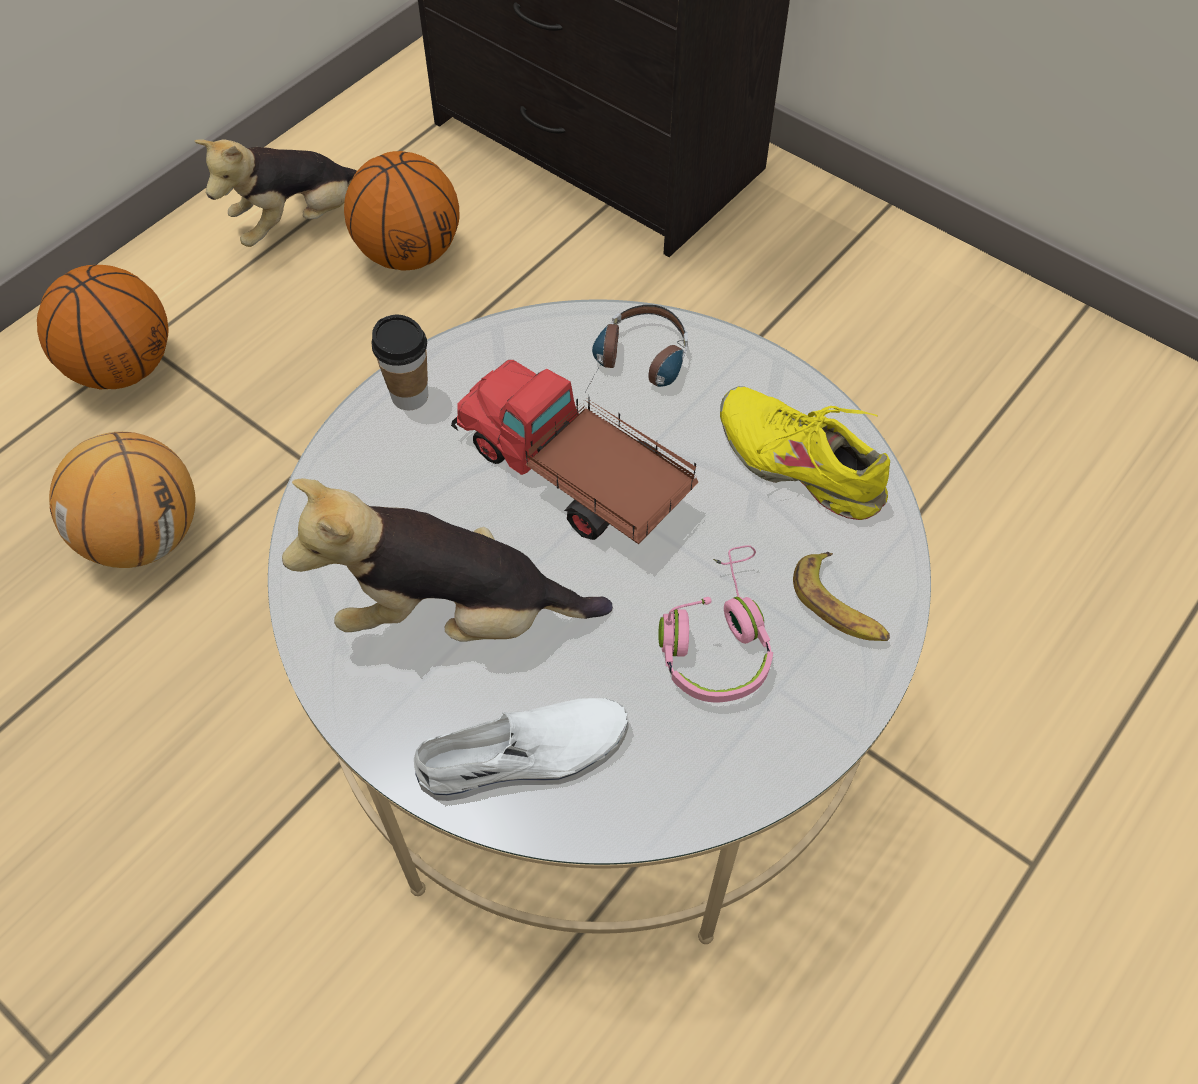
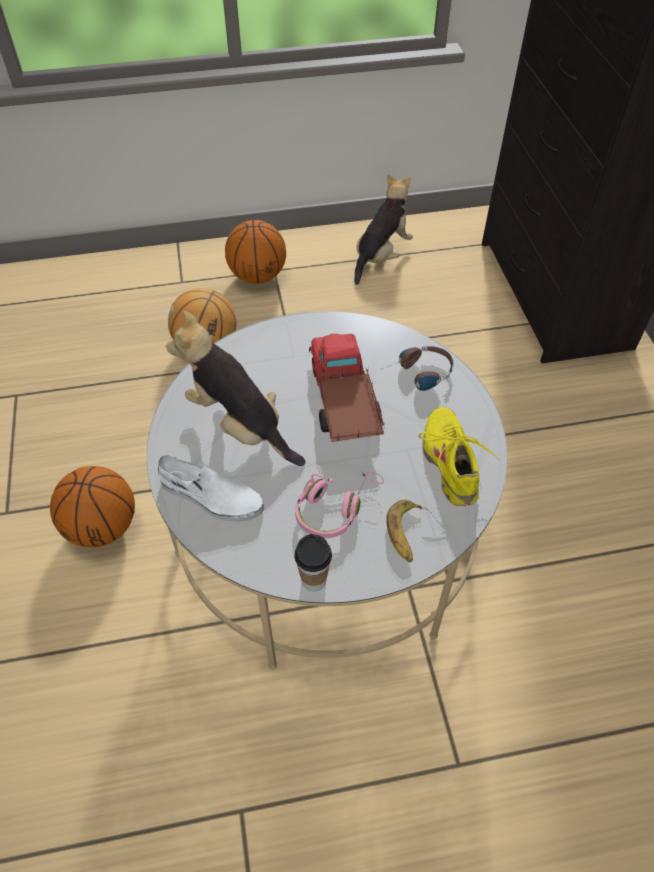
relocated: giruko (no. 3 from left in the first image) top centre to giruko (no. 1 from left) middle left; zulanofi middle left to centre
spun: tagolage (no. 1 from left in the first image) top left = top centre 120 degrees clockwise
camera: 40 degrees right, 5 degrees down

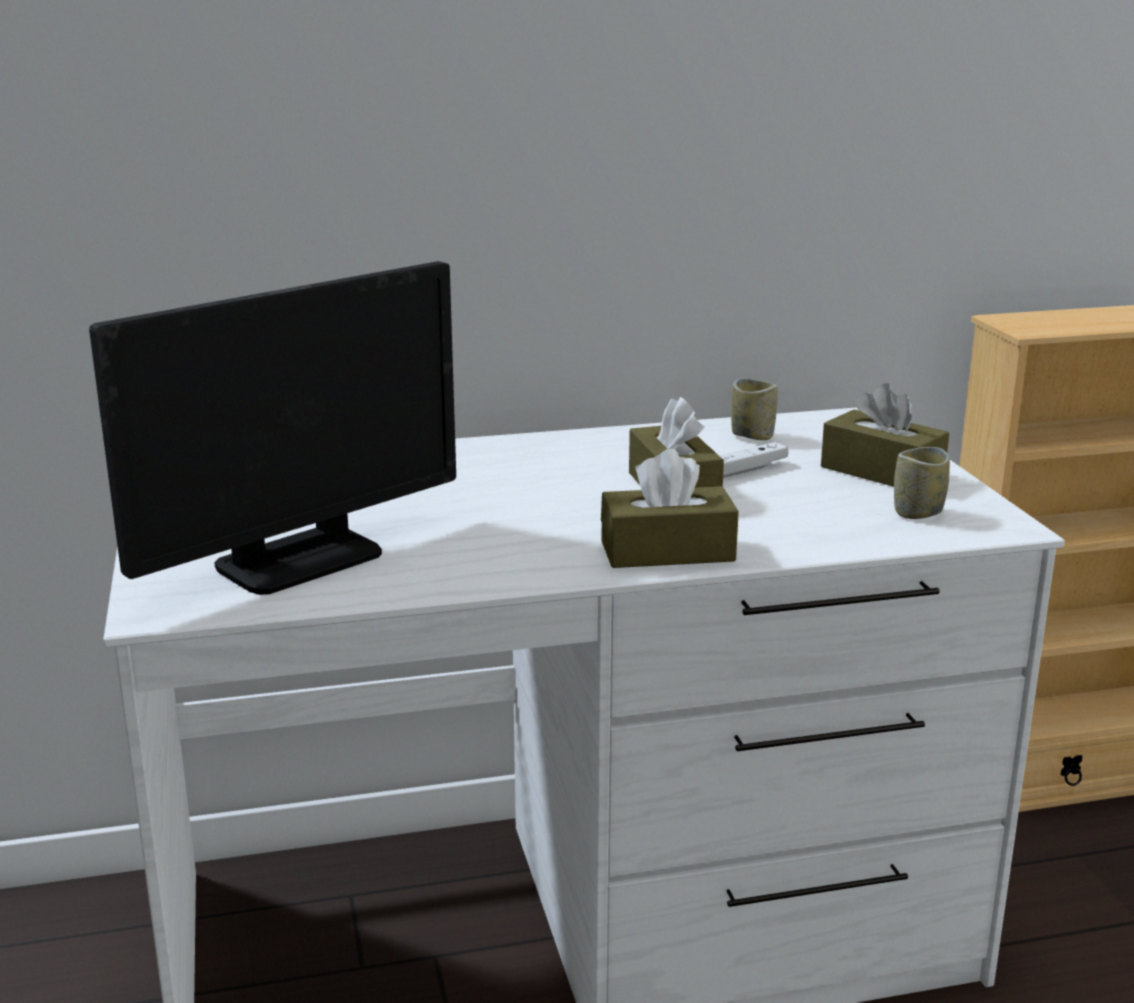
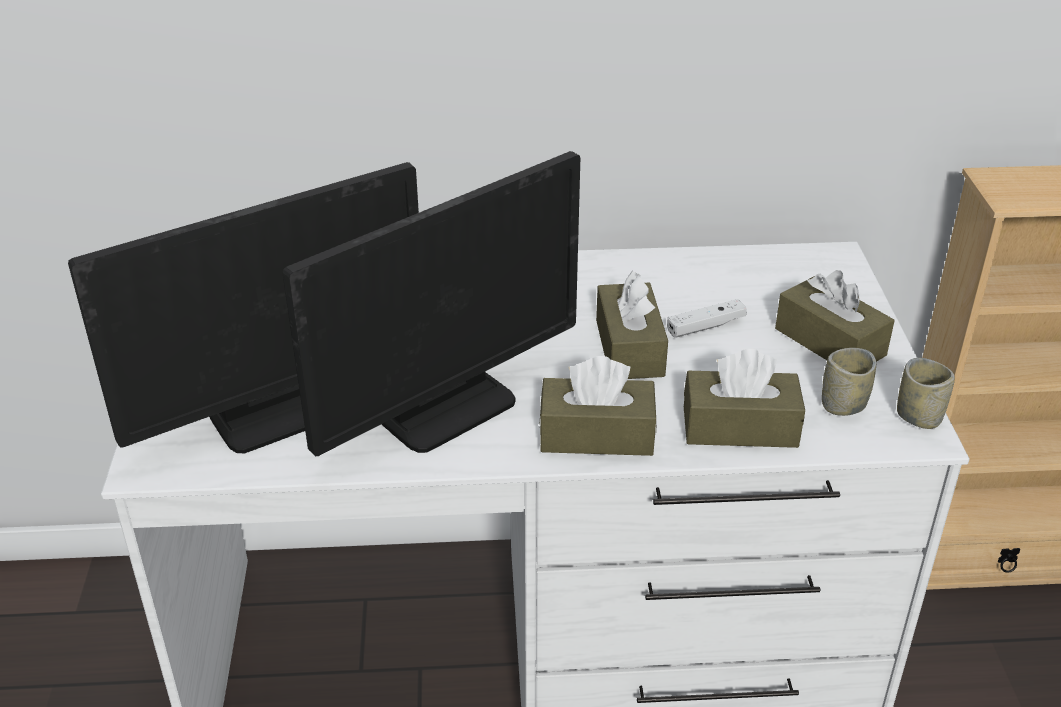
appeared: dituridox (no. 2 from left) centre; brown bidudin (no. 3 from left) middle right
relocated: zulanofi (no. 1 from left in the first image) centre to zulanofi (no. 2 from left) middle right
camera: 10 degrees right, 15 degrees up

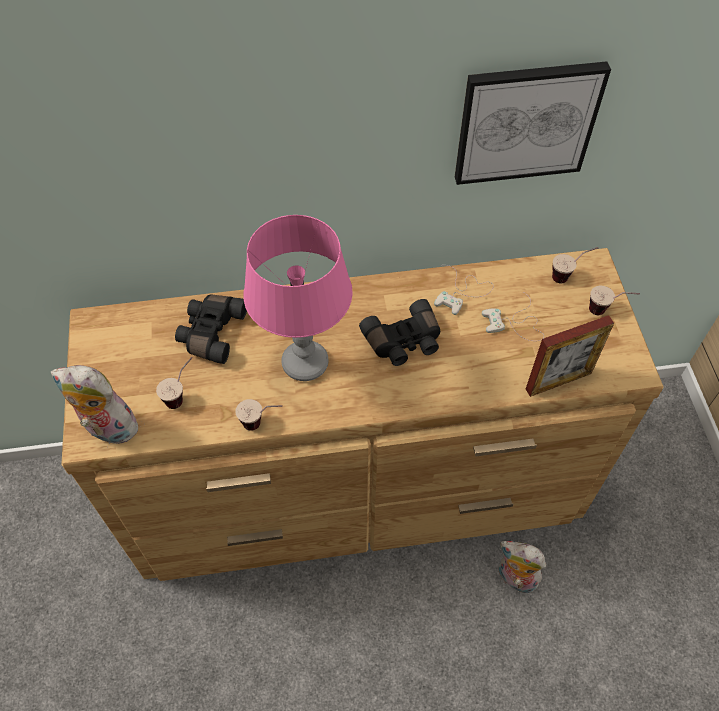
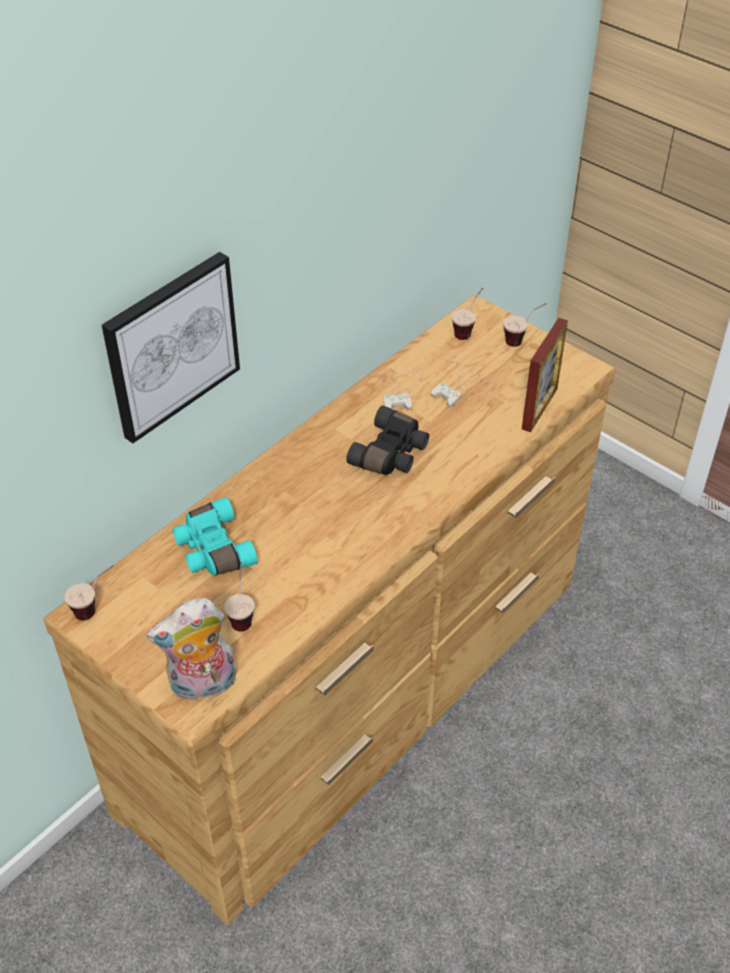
missing: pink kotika centre; tagolage (no. 2 from left) bottom right
relocated: zulanofi (no. 2 from left in the first image) centre to zulanofi (no. 1 from left) middle left; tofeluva top right to middle left
colour: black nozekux (no. 1 from left) middle left to turquoise nozekux middle left
camera: 40 degrees left, 10 degrees down

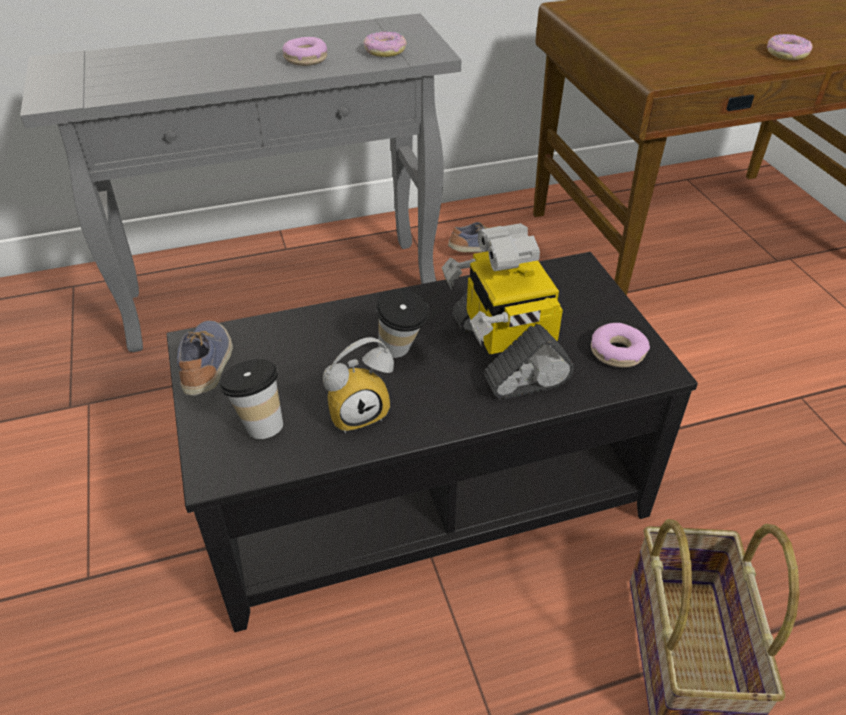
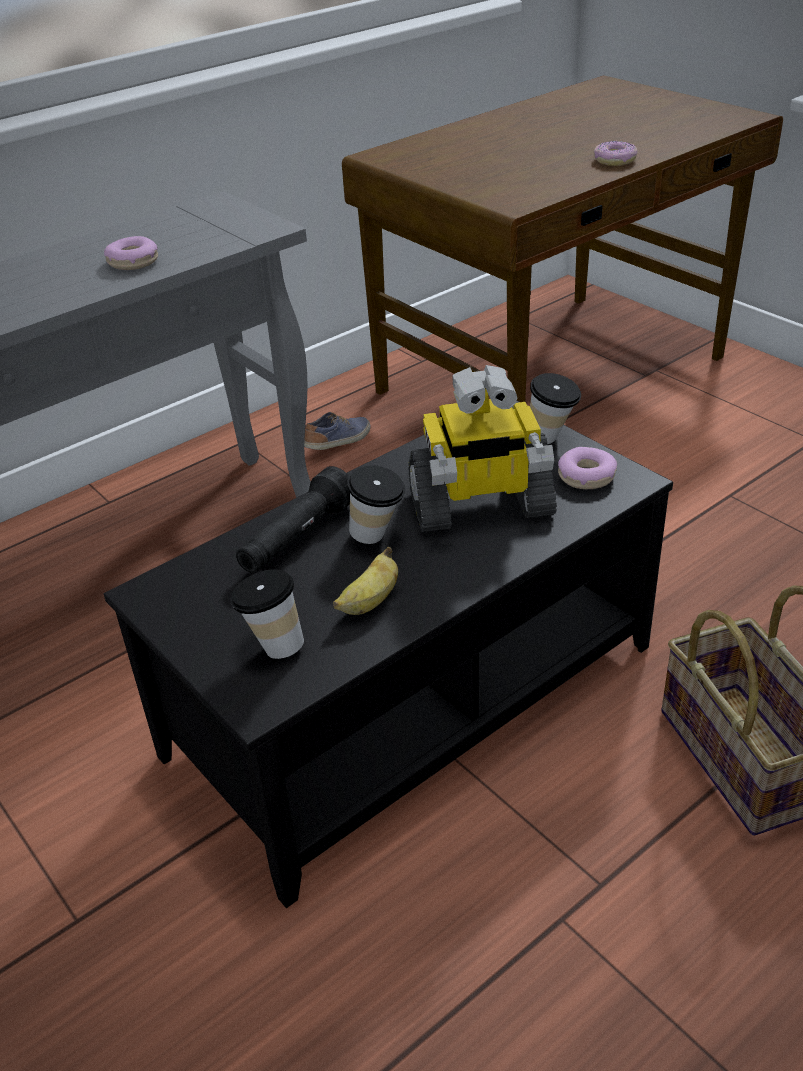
missing: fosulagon (no. 1 from left) middle left; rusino (no. 2 from left) top centre
appeared: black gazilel centre; zulanofi (no. 3 from left) middle right
exchanged: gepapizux centre to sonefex centre
spun: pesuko centre = centre 60 degrees counterclockwise
camera: 20 degrees left, 5 degrees down

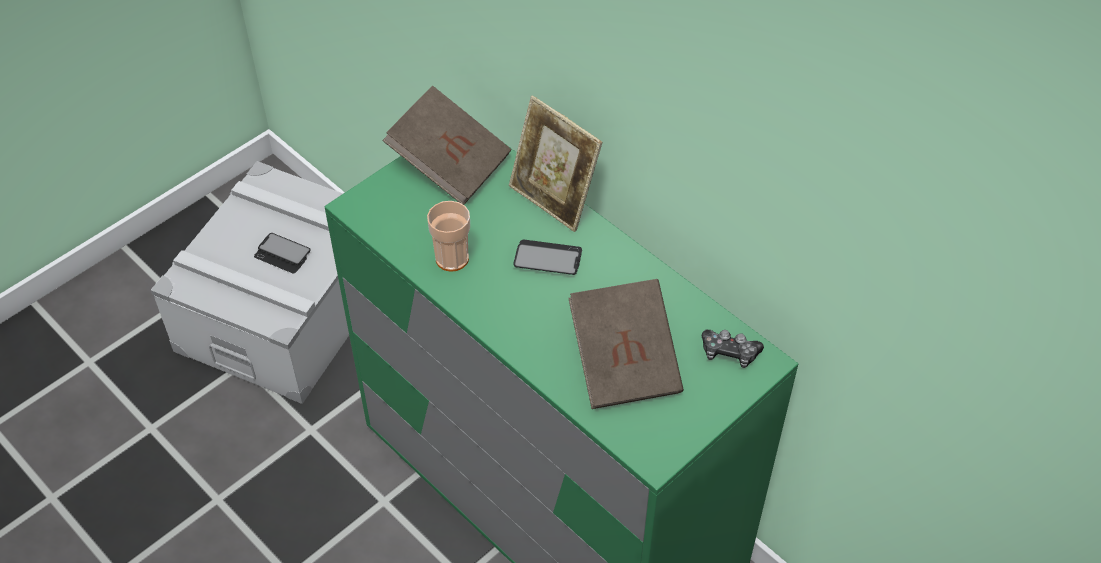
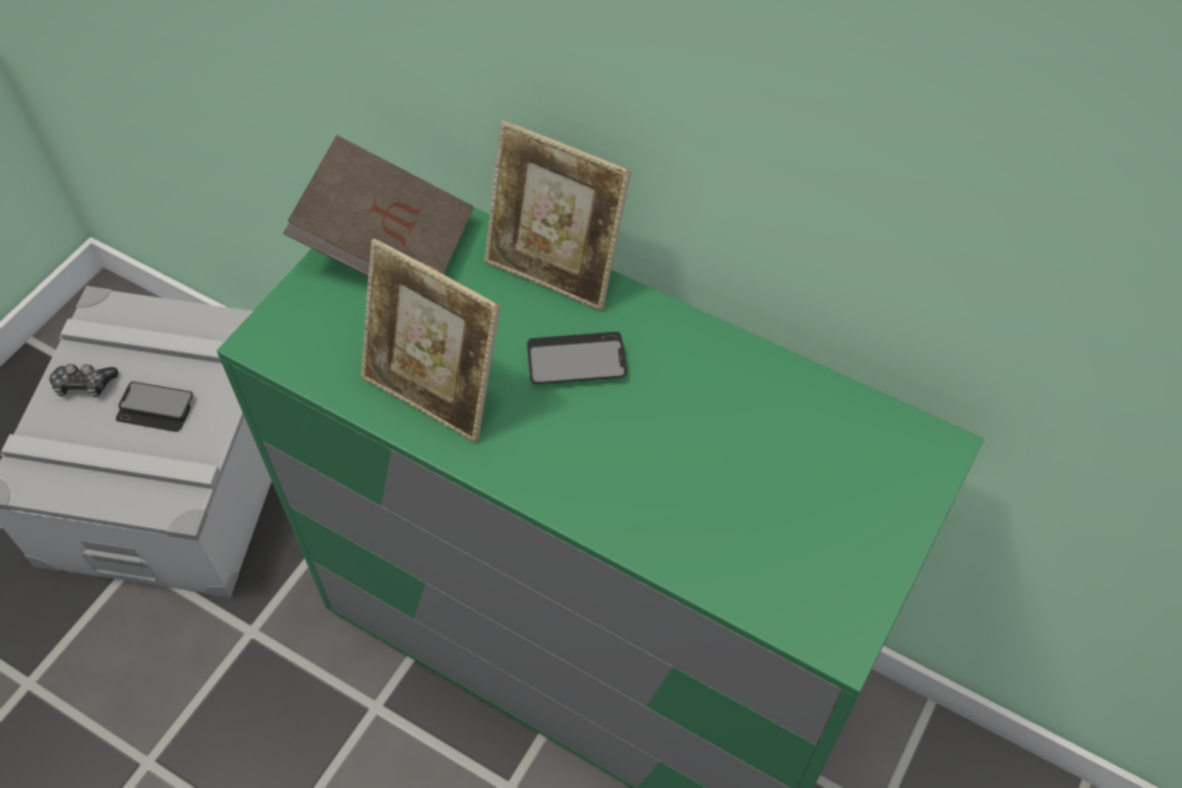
missing: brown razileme (no. 2 from left) centre
relocated: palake centre to middle left
exchanged: zulanofi centre to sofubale (no. 1 from left) centre
camera: 15 degrees left, 5 degrees up

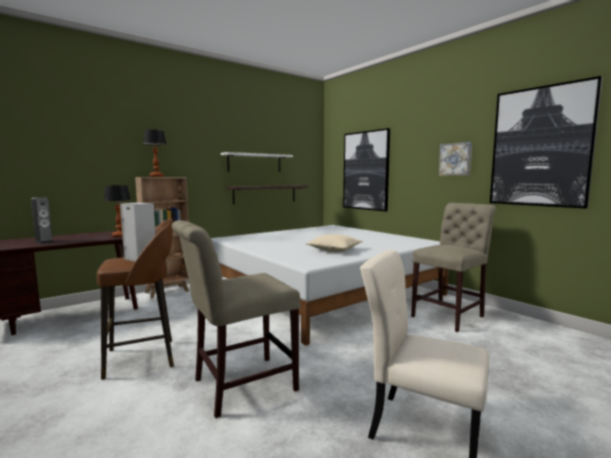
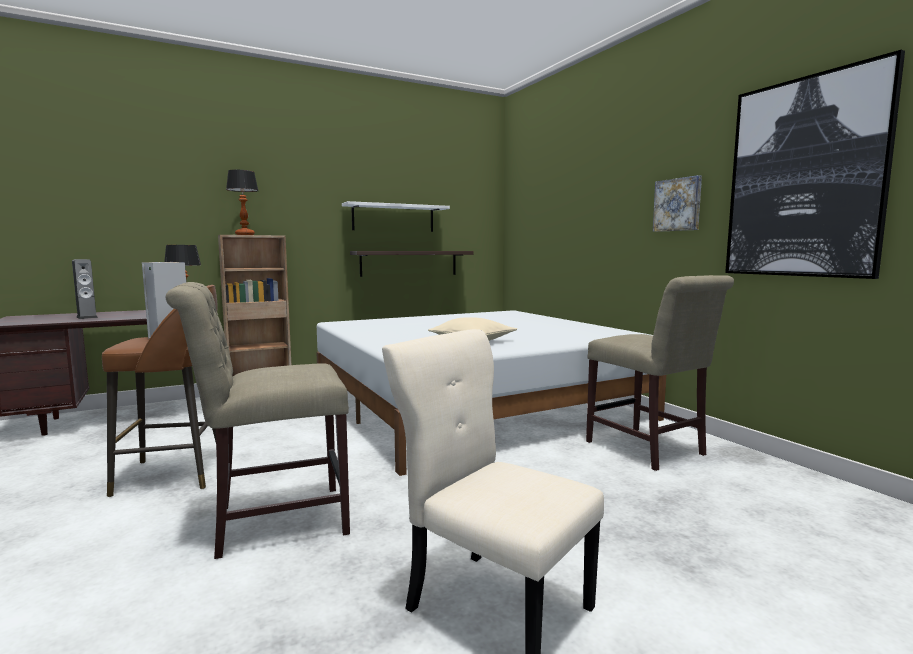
missing: tofeluva (no. 1 from left) centre
spun: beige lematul (no. 3 from left) middle right = middle right 90 degrees clockwise
camera: 10 degrees right, 0 degrees up

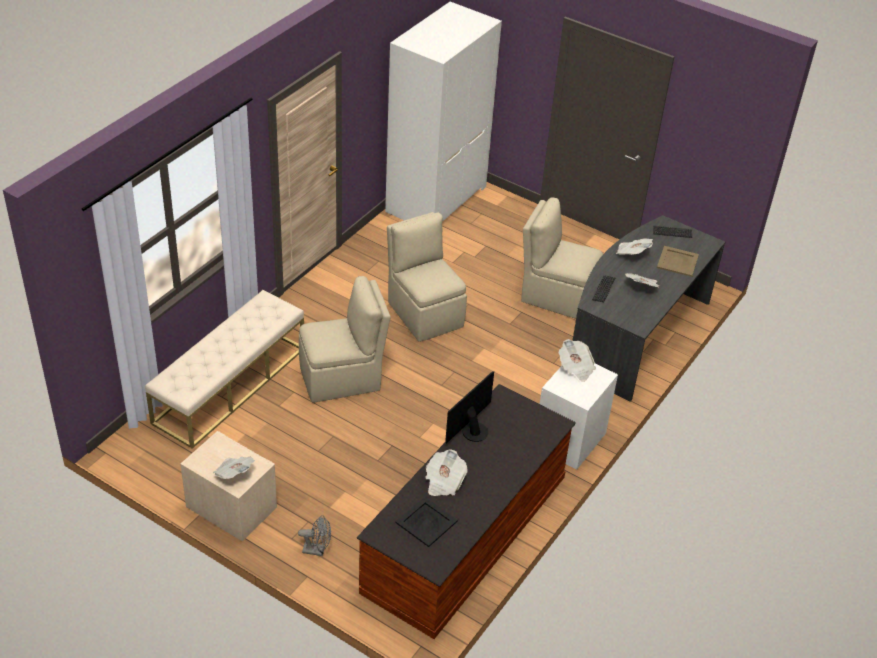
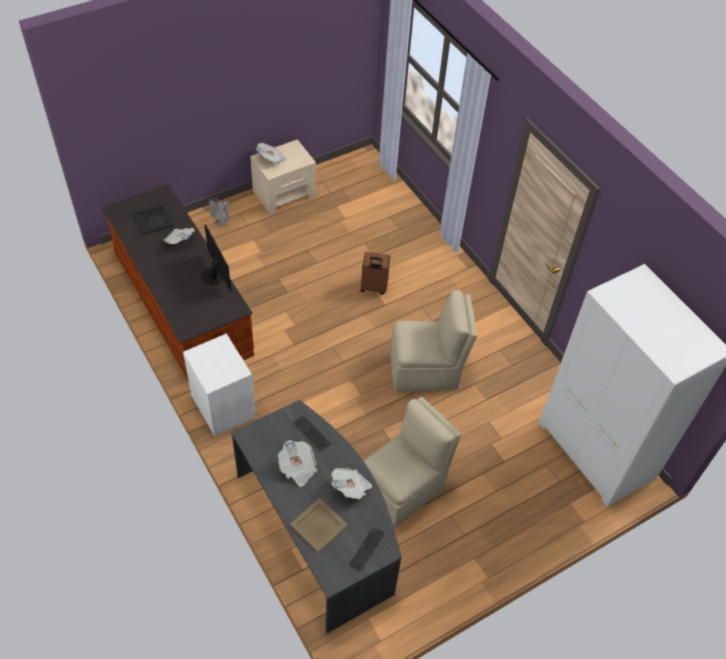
missing: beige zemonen middle left; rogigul (no. 3 from left) centre
exchanged: beige lematul (no. 1 from left) centre to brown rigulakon centre
camera: 115 degrees right, 10 degrees up

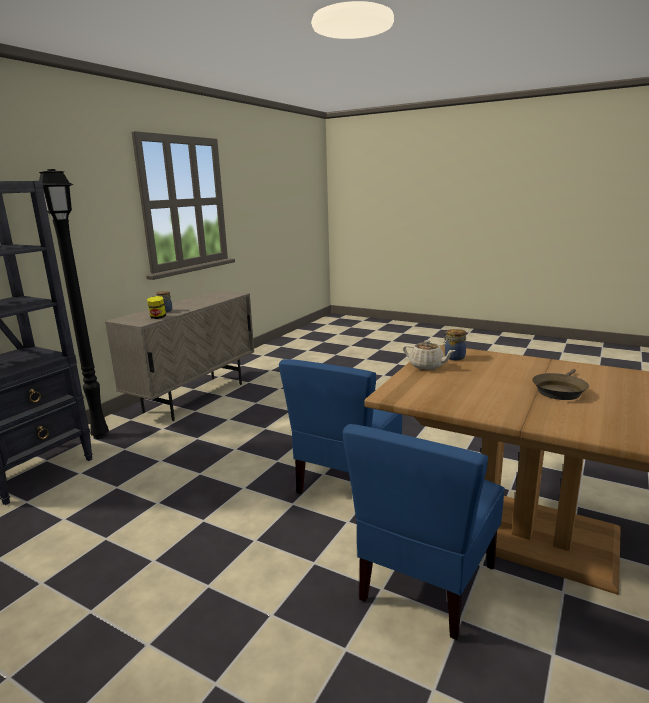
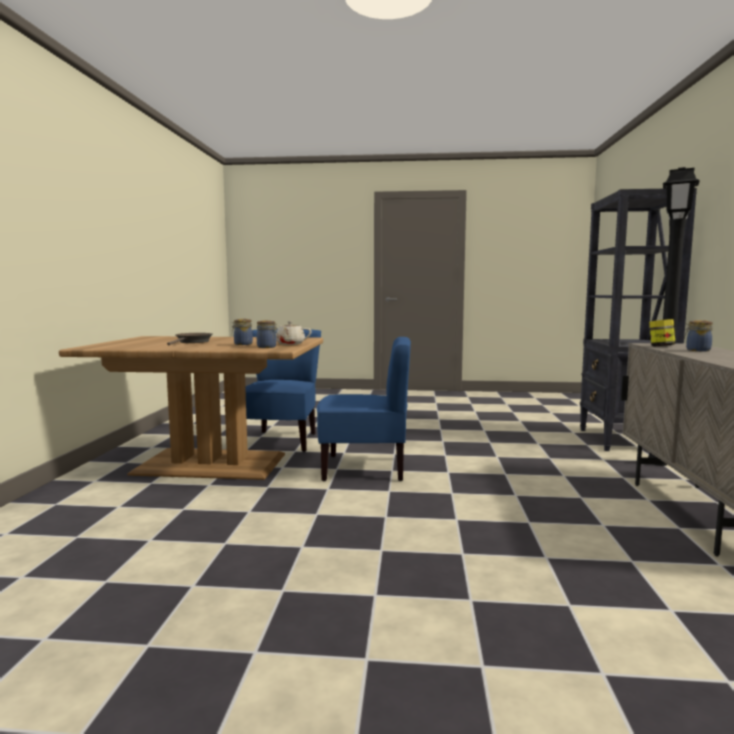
appeared: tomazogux (no. 1 from left) middle left
spun: blue lematul (no. 1 from left in the first image) centre = centre 90 degrees clockwise
camera: 155 degrees right, 10 degrees down

